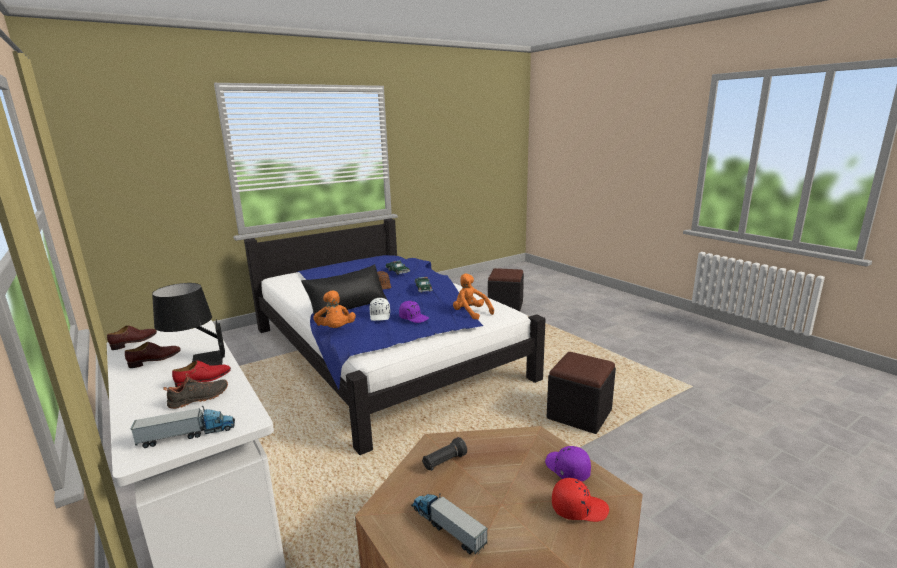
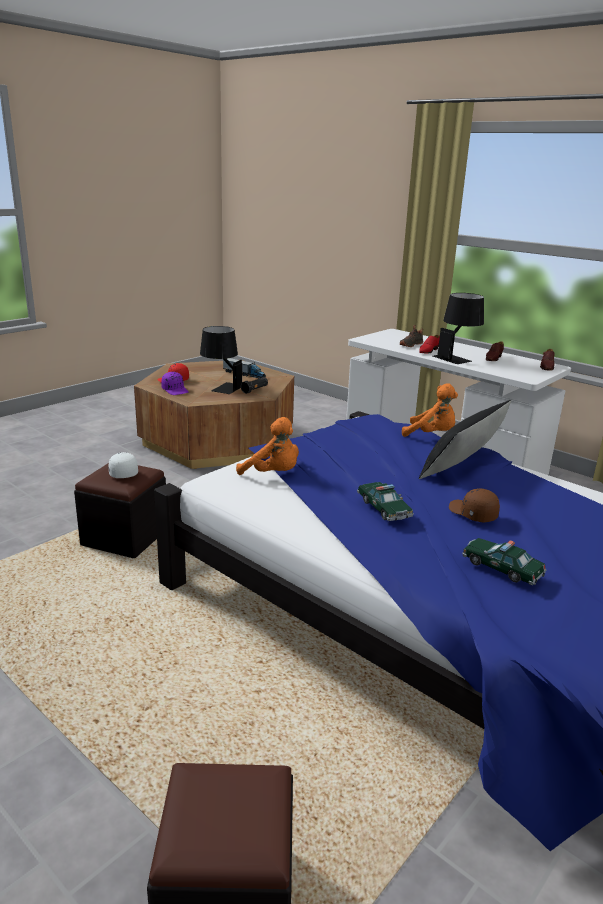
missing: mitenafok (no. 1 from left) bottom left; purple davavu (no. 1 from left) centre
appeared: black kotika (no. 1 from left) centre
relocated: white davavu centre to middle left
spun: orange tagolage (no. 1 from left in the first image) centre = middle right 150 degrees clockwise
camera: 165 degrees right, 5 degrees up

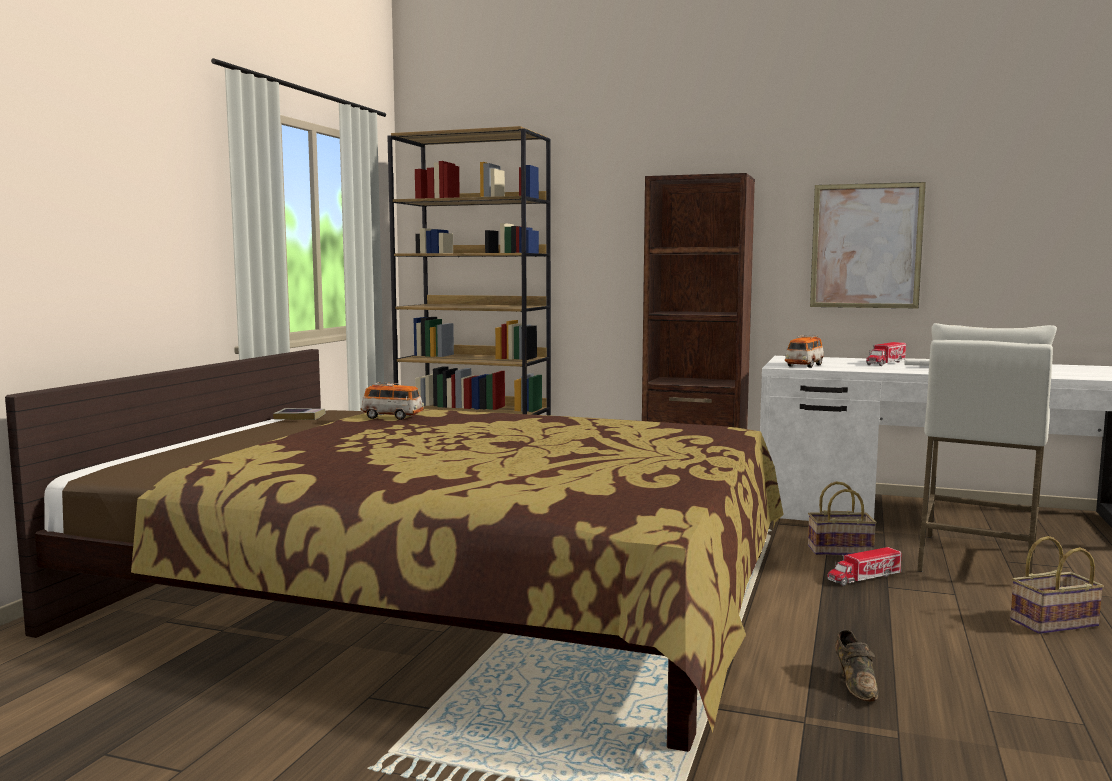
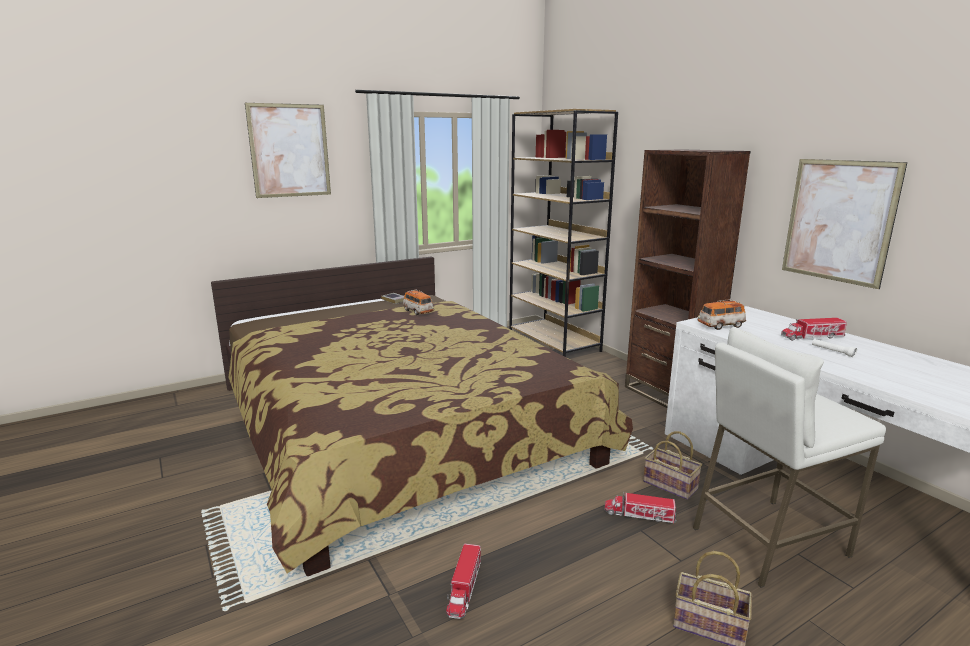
appeared: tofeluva (no. 1 from left) top left
exchanged: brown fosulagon bottom right to mitenafok (no. 1 from left) bottom centre
camera: 40 degrees right, 10 degrees up

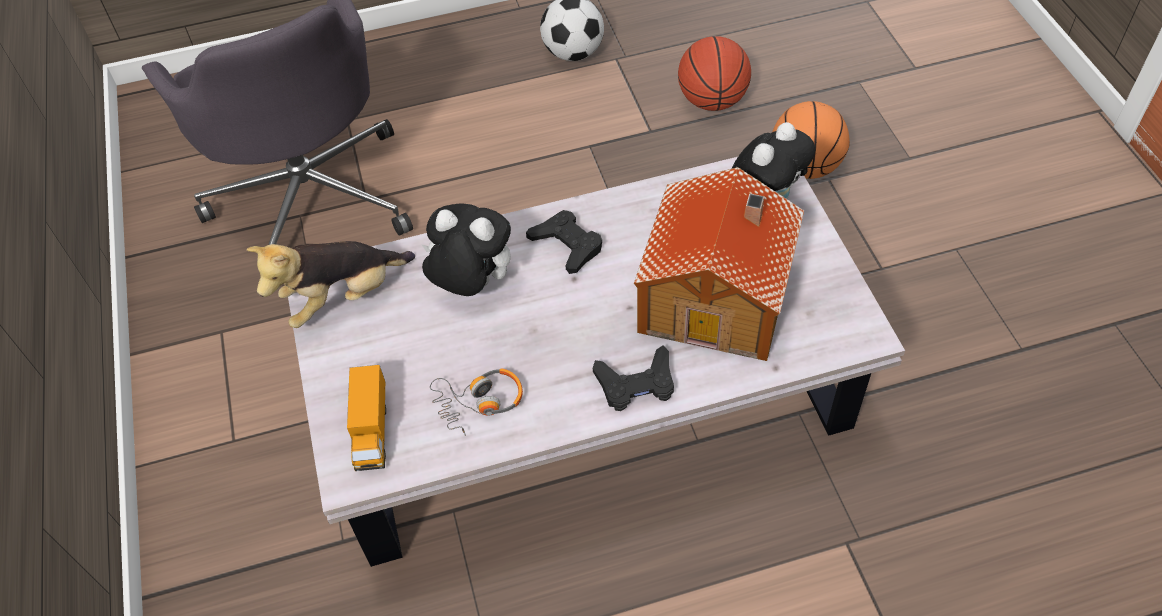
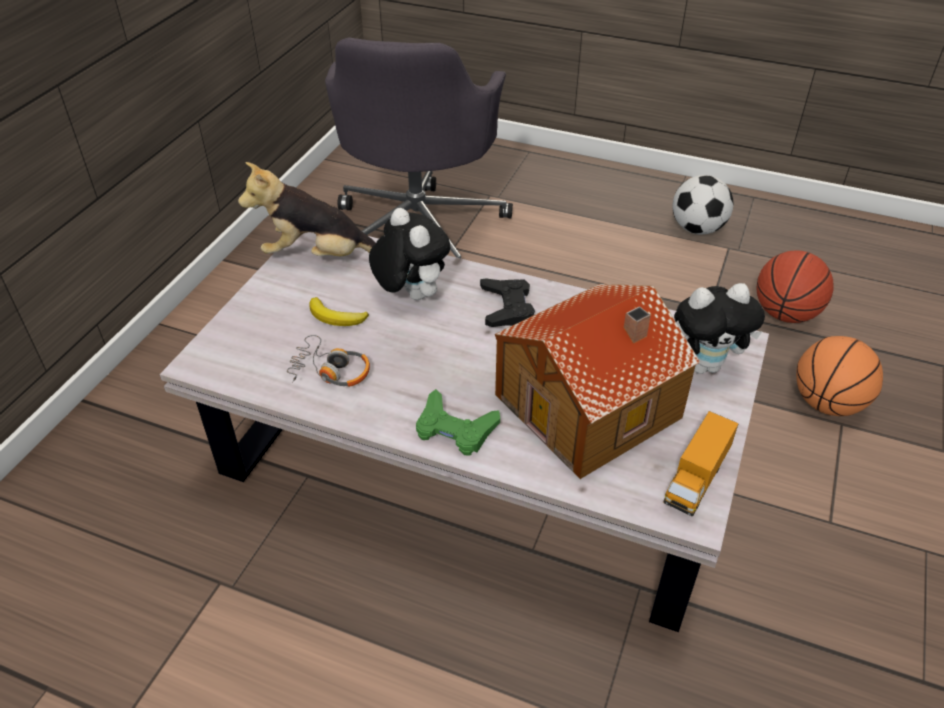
appeared: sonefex centre
relocated: mitenafok bottom left to middle right
colour: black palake (no. 2 from left) centre to green palake centre
camera: 35 degrees right, 10 degrees down

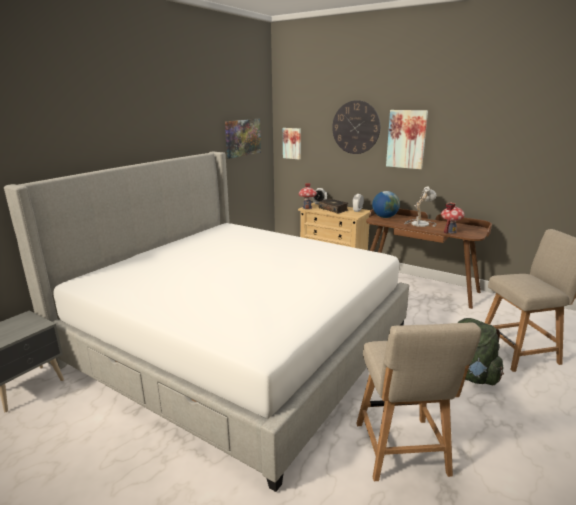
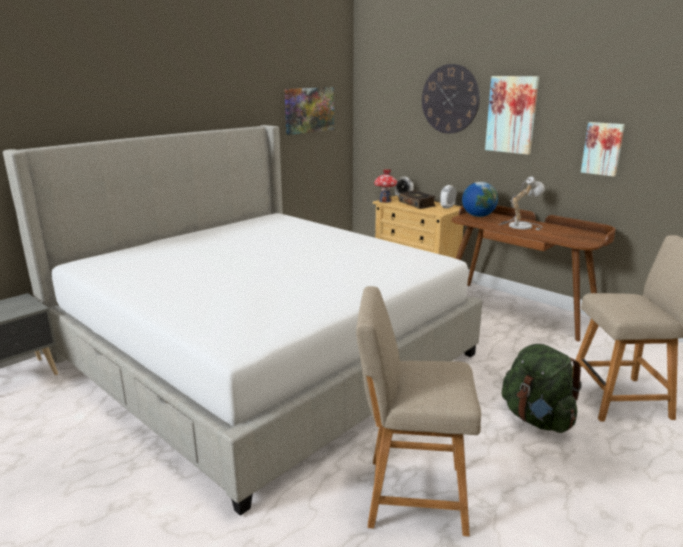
missing: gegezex (no. 2 from left) middle right
relocated: tofeluva (no. 2 from left in the first image) top centre to tofeluva (no. 3 from left) top right
spun: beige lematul (no. 1 from left) bottom right = bottom centre 90 degrees clockwise
camera: 10 degrees right, 0 degrees up

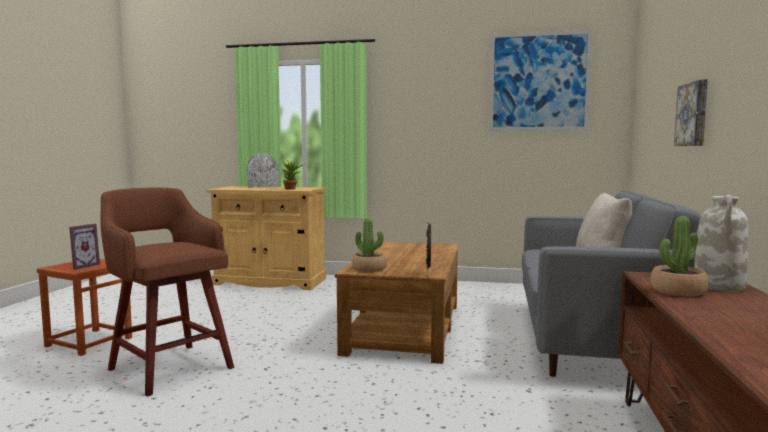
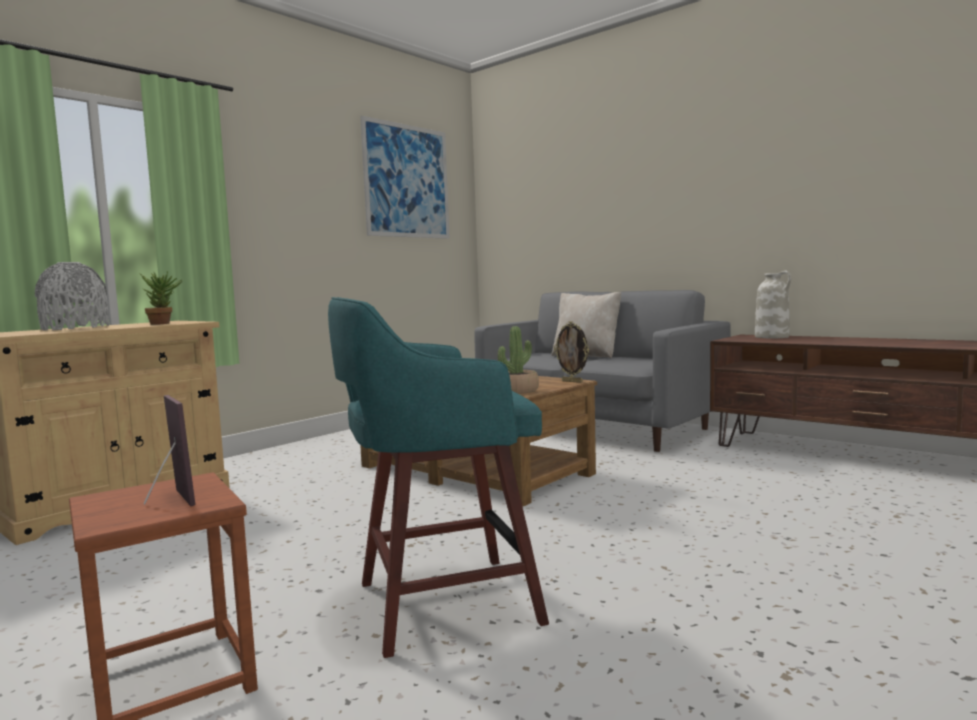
missing: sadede (no. 3 from left) middle right; tofeluva (no. 2 from left) top right
colour: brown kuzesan (no. 2 from left) bottom left to turquoise kuzesan centre
camera: 60 degrees left, 0 degrees up

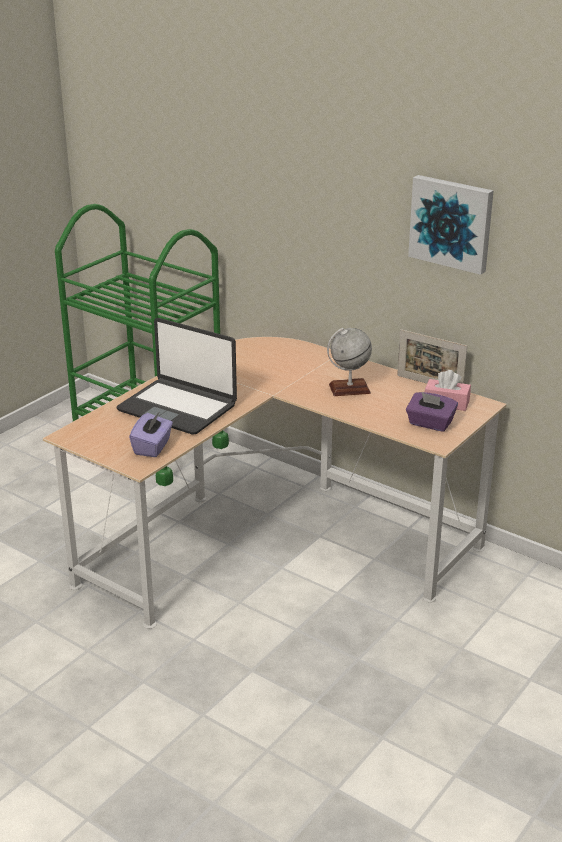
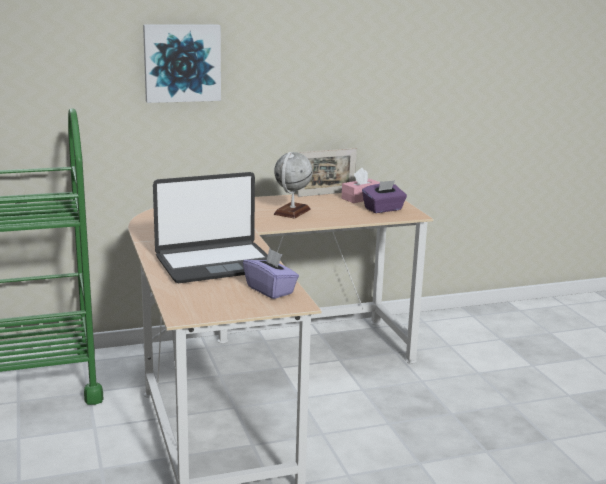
relocated: tofeluva top right to top left
camera: 55 degrees left, 10 degrees down

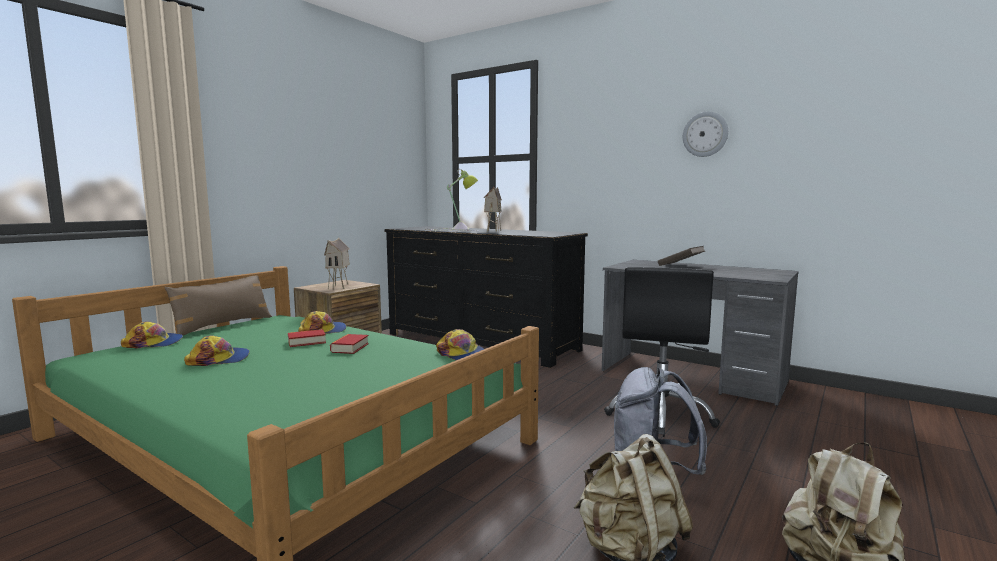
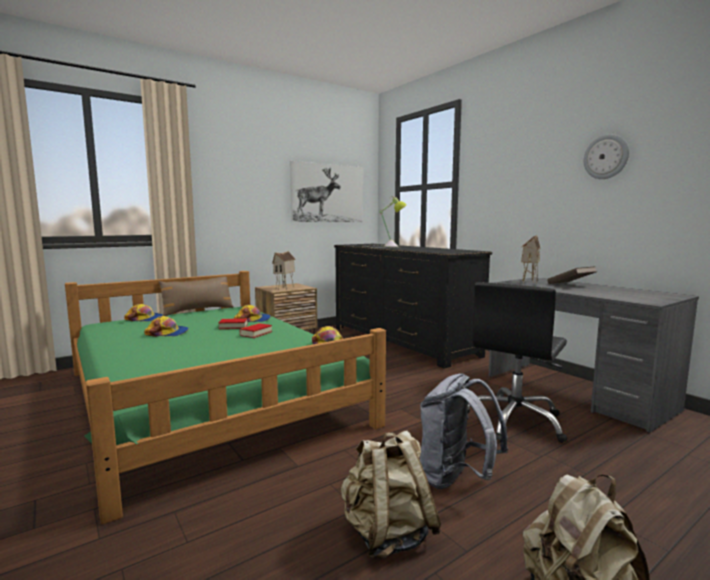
appeared: tofeluva top centre
relocated: gegezex (no. 2 from left) centre to middle right
camera: 20 degrees right, 0 degrees up

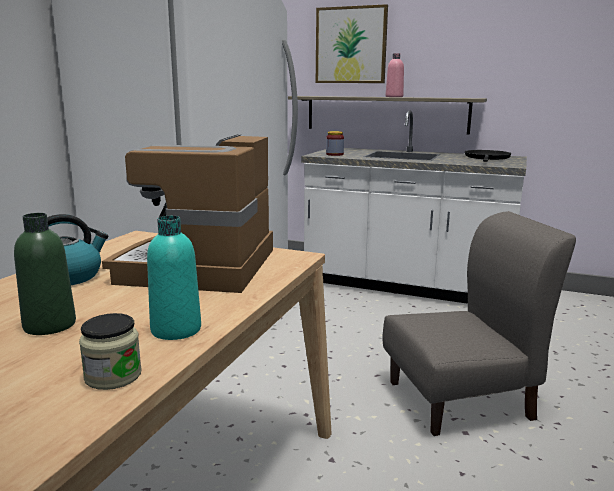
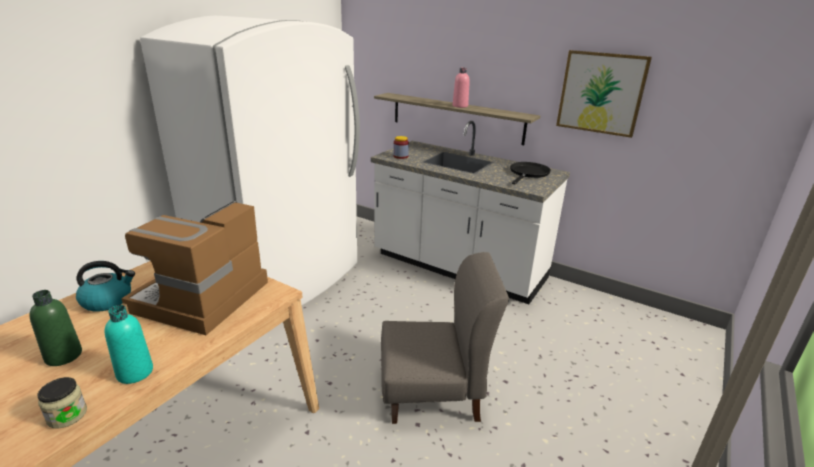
relocated: tofeluva top centre to top right
camera: 10 degrees right, 10 degrees up

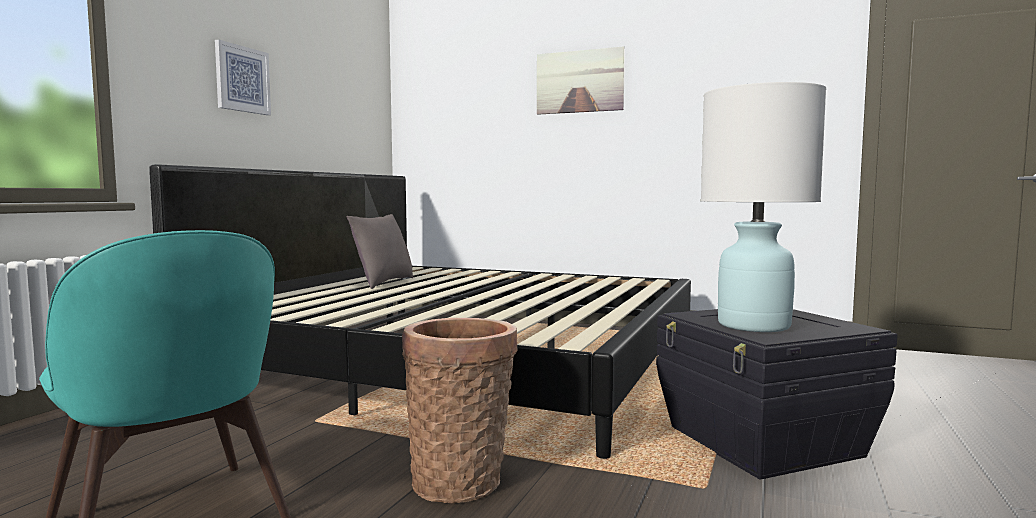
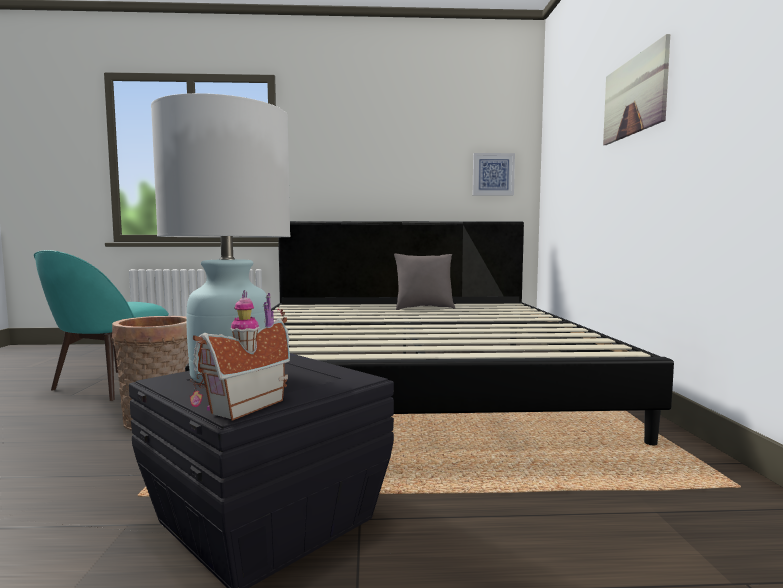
appeared: gegezex middle left
relocated: tofeluva (no. 1 from left) top left to top centre
camera: 65 degrees right, 0 degrees up

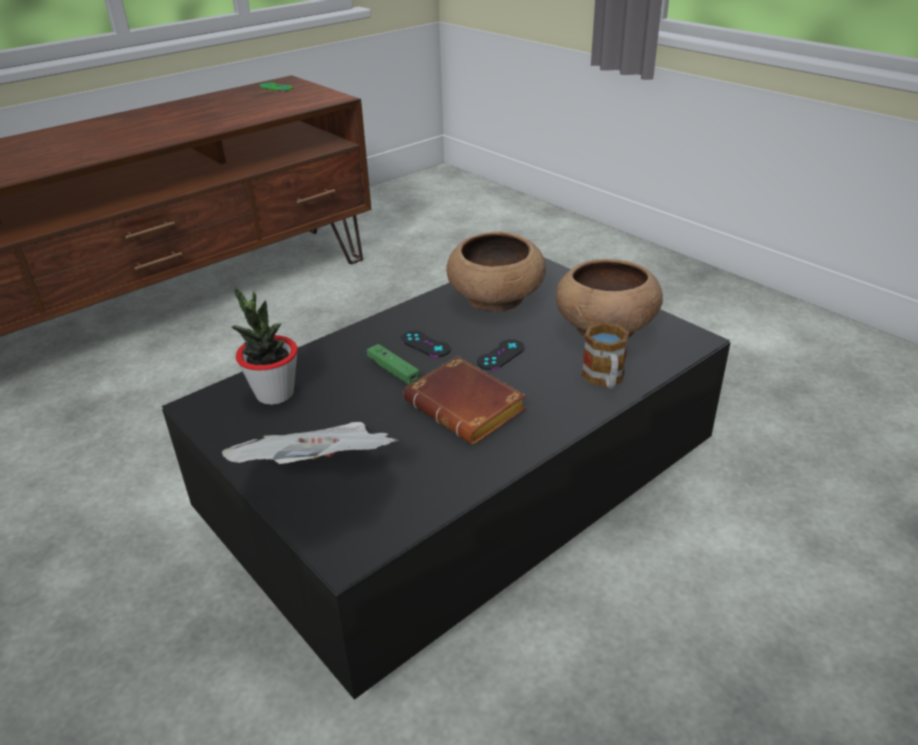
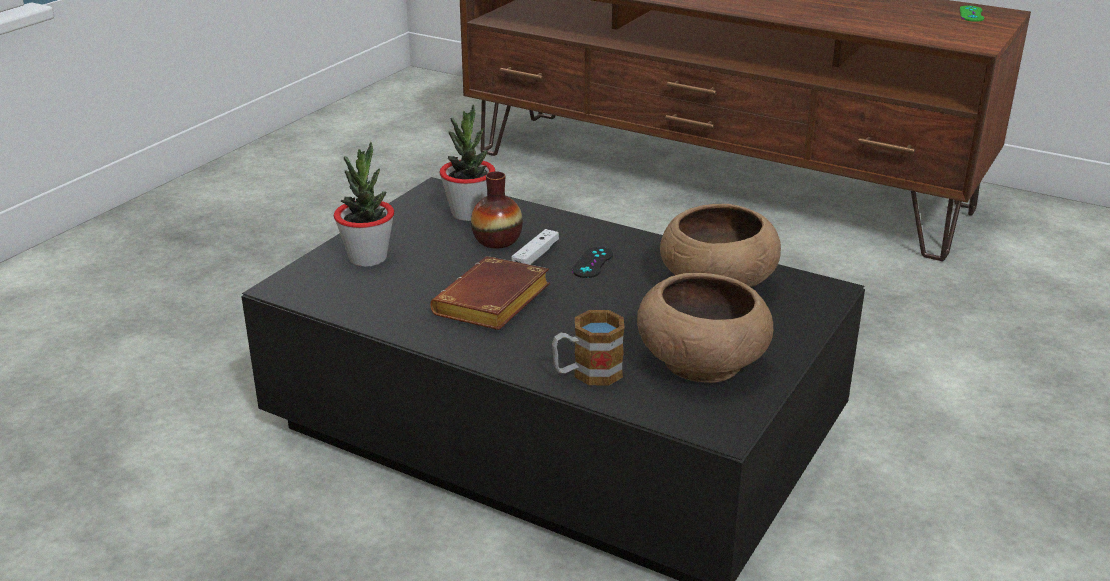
missing: black palake (no. 2 from left) centre
appeared: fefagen centre
exchanged: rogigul centre to sadede (no. 1 from left) middle left
colour: green palake (no. 2 from left) centre to white palake centre
camera: 70 degrees right, 5 degrees down

